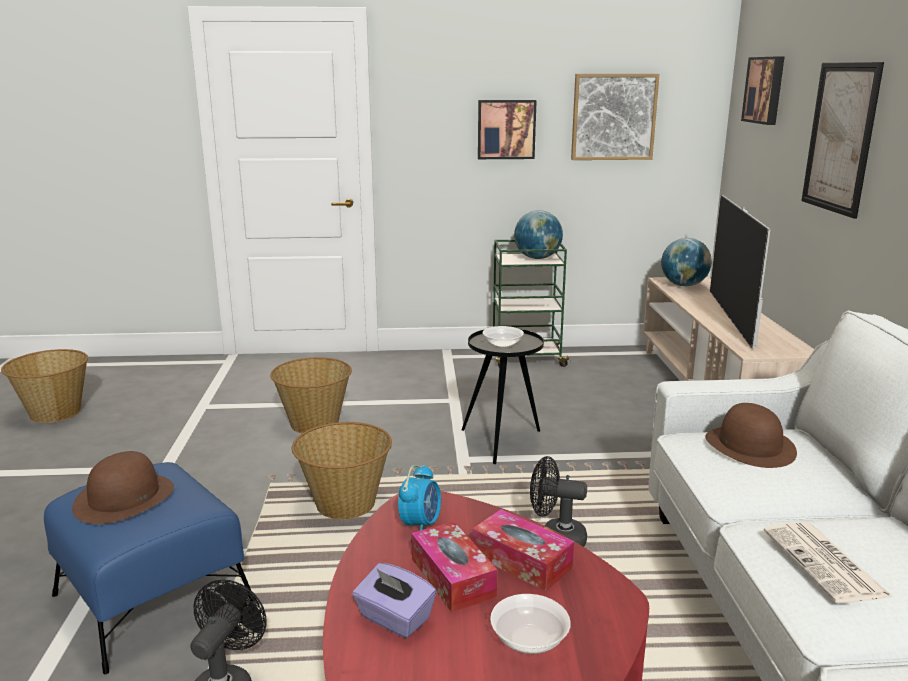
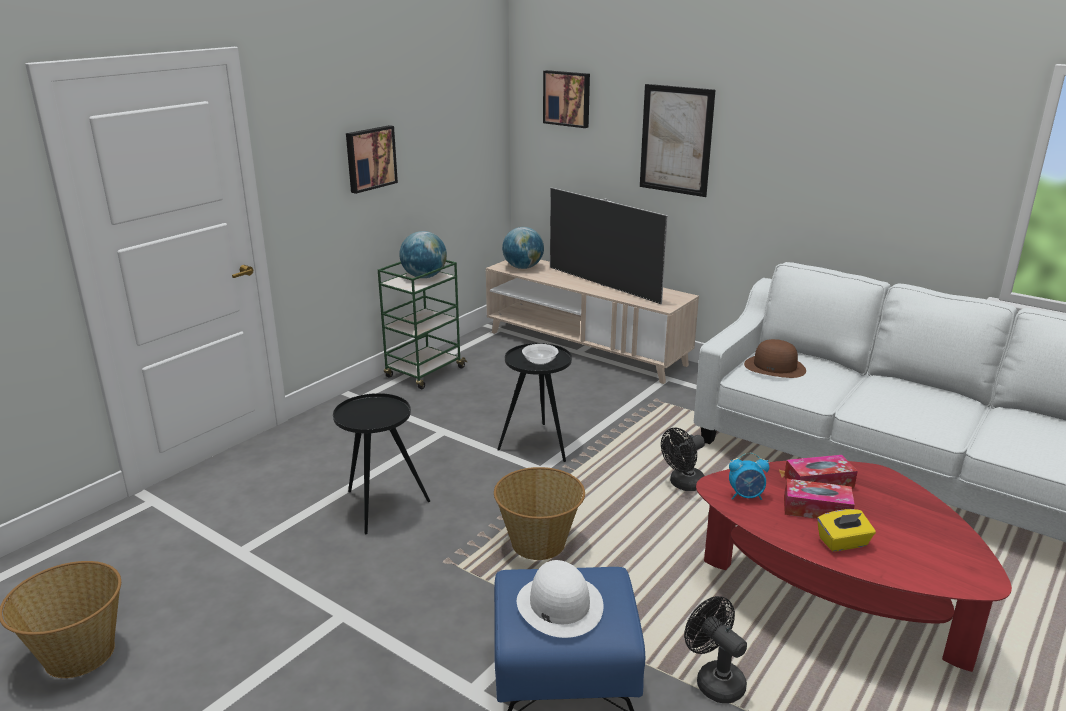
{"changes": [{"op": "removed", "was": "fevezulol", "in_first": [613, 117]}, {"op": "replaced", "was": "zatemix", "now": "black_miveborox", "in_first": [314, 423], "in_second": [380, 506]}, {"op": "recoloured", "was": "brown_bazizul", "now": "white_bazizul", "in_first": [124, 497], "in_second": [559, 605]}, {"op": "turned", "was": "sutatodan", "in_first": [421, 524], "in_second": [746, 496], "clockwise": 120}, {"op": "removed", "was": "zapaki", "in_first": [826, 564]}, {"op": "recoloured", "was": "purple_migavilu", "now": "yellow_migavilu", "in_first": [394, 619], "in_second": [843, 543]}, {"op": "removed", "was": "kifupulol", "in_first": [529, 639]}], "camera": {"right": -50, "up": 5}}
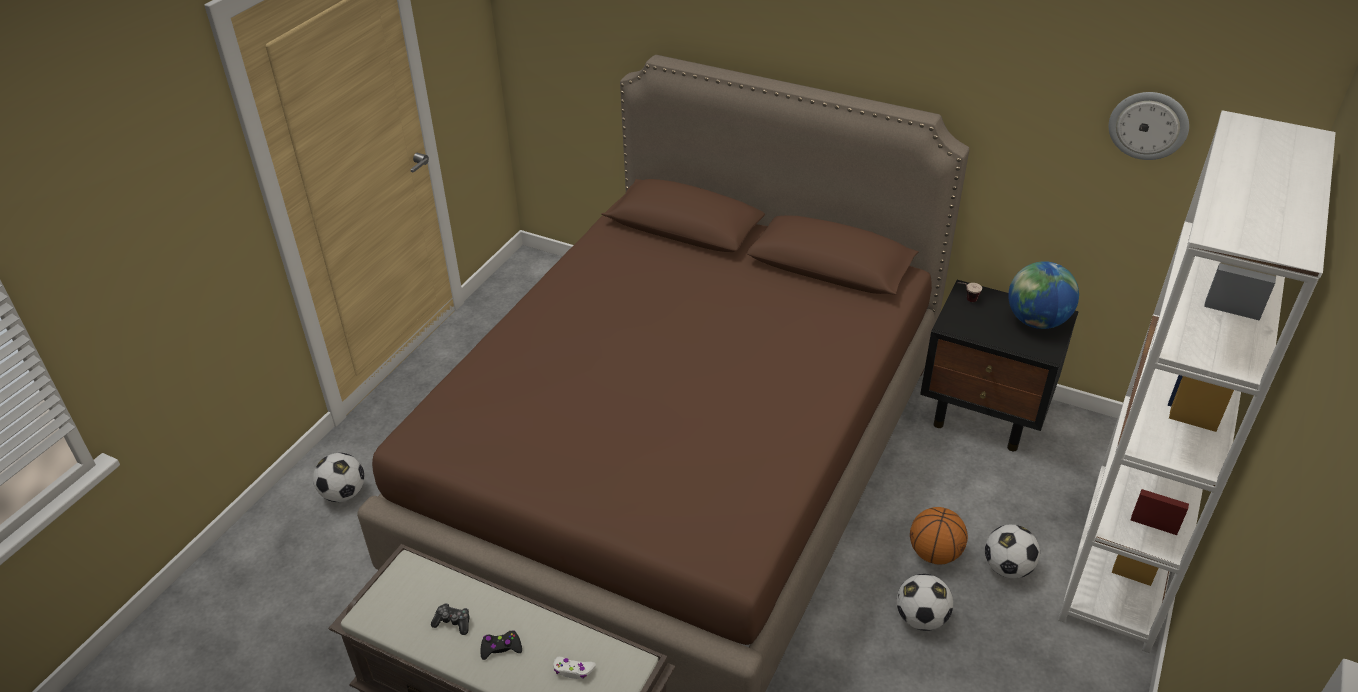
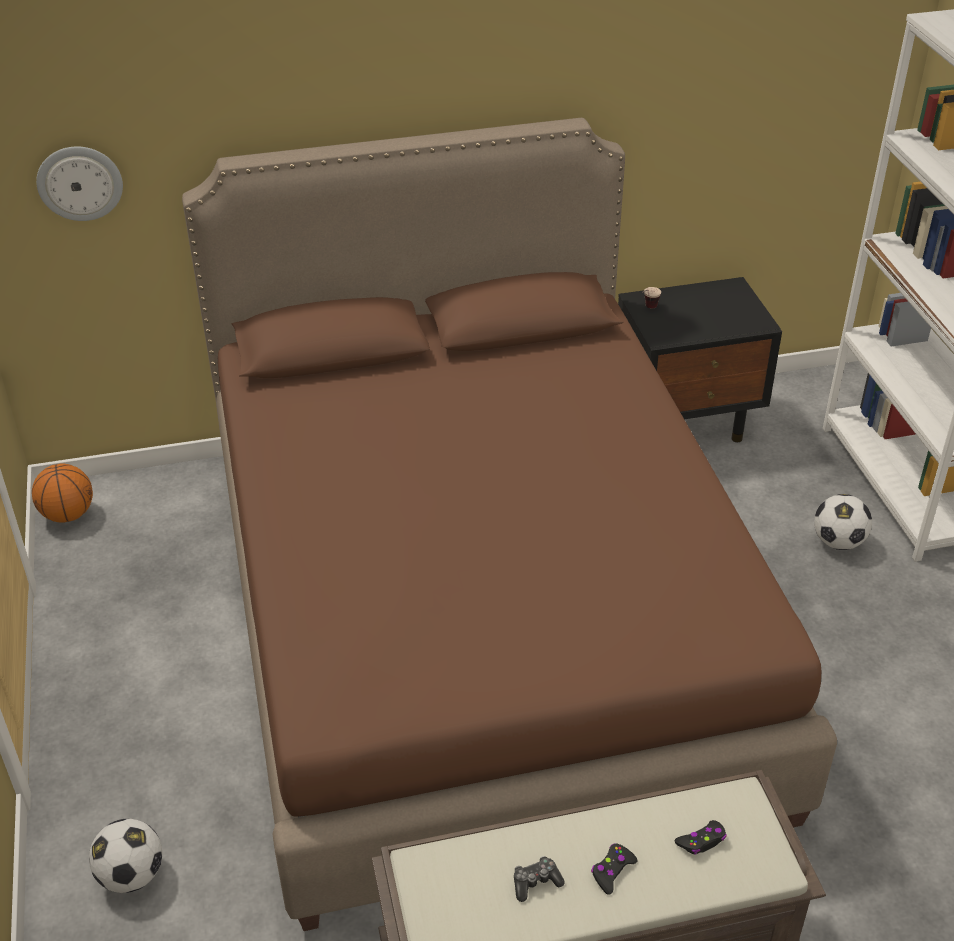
{"changes": [{"op": "moved", "was": "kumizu", "in_first": [1148, 125], "in_second": [80, 182]}, {"op": "removed", "was": "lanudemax", "in_first": [1036, 321]}, {"op": "moved", "was": "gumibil", "in_first": [934, 554], "in_second": [68, 515]}, {"op": "removed", "was": "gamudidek", "in_first": [921, 618]}, {"op": "recoloured", "was": "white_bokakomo", "now": "black_bokakomo", "in_first": [573, 670], "in_second": [702, 841]}], "camera": {"right": -40, "up": 0}}
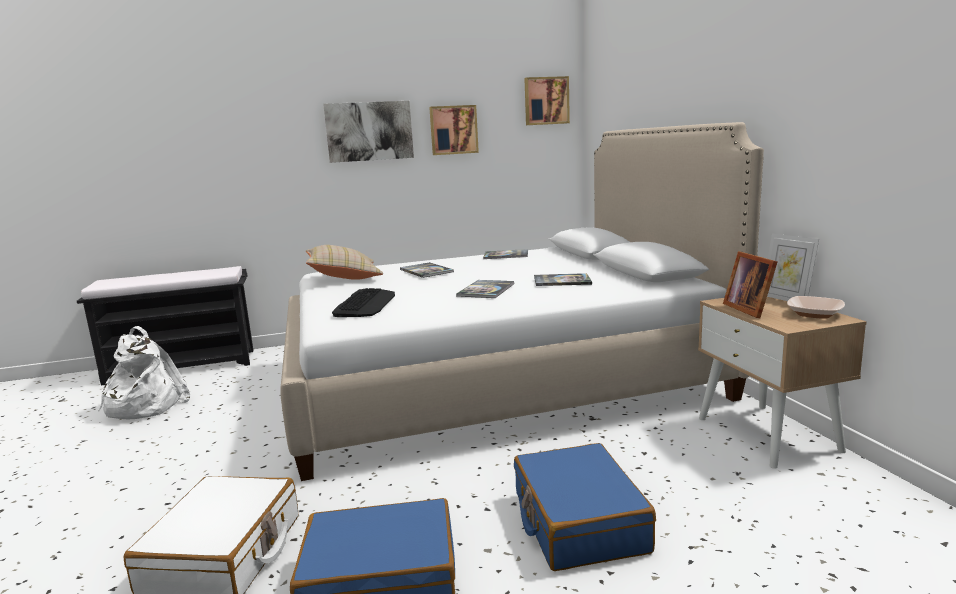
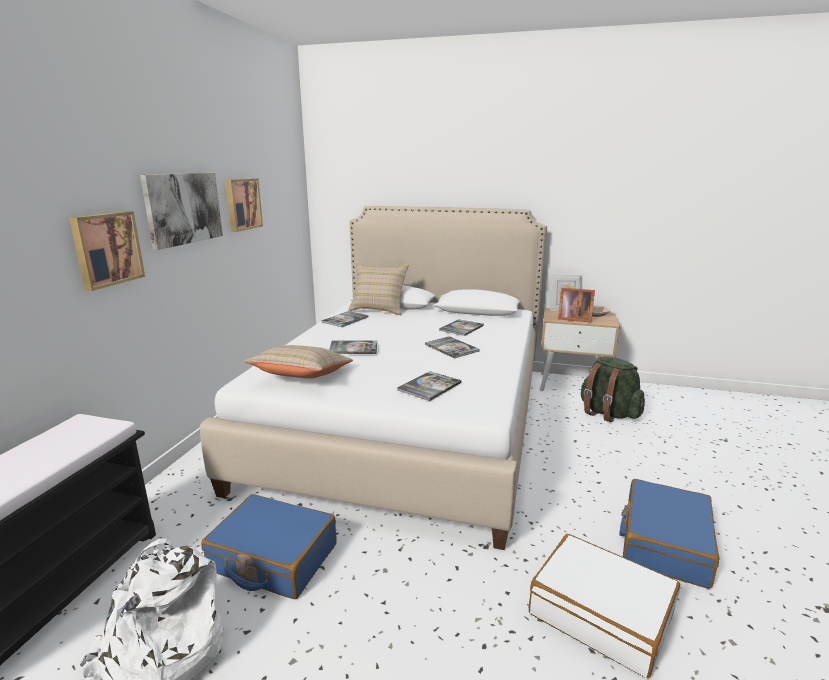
{"changes": [{"op": "moved", "was": "fevezulol", "in_first": [546, 101], "in_second": [106, 249]}, {"op": "replaced", "was": "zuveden", "now": "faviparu", "in_first": [366, 304], "in_second": [429, 386]}, {"op": "moved", "was": "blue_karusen", "in_first": [578, 522], "in_second": [273, 558]}, {"op": "added", "now": "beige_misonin", "in_second": [379, 309]}, {"op": "added", "now": "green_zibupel", "in_second": [608, 413]}], "camera": {"right": -60, "up": 5}}
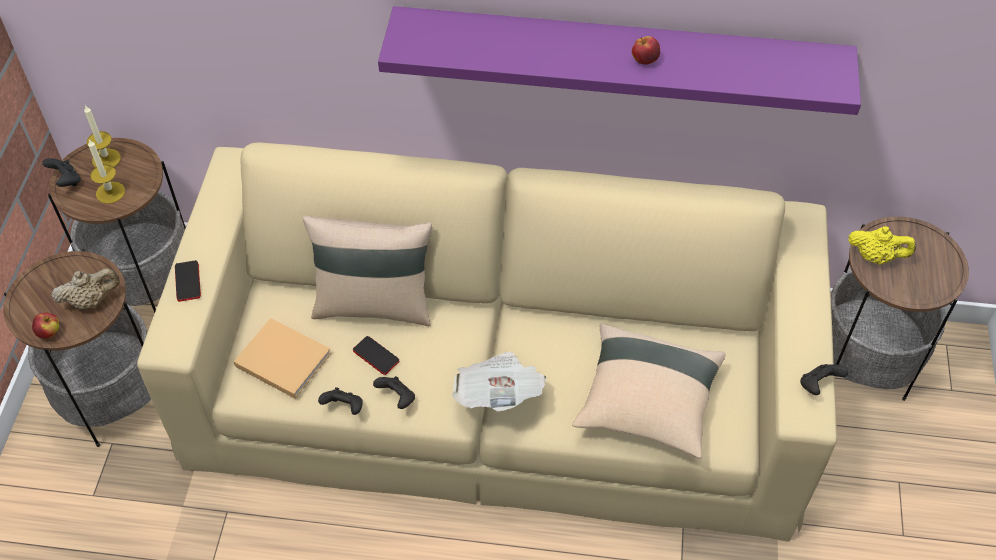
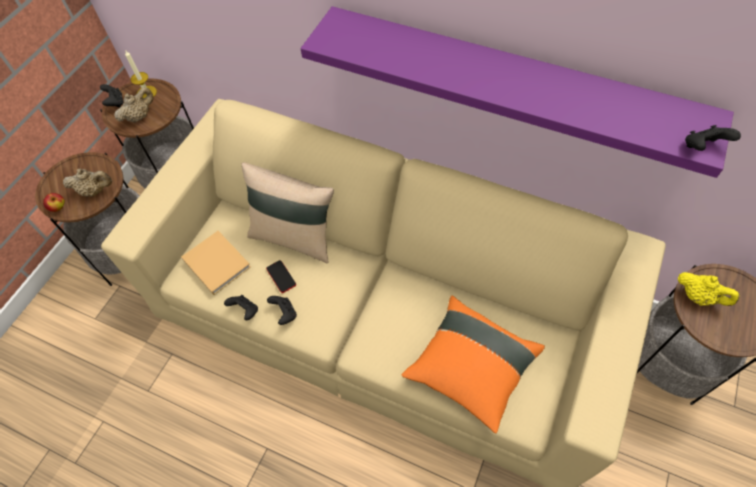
{"changes": [{"op": "removed", "was": "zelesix", "in_first": [644, 60]}, {"op": "replaced", "was": "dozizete", "now": "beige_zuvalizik", "in_first": [110, 192], "in_second": [139, 116]}, {"op": "removed", "was": "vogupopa", "in_first": [188, 281]}, {"op": "recoloured", "was": "beige_misonin", "now": "orange_misonin", "in_first": [647, 402], "in_second": [471, 368]}, {"op": "removed", "was": "zapaki", "in_first": [498, 394]}, {"op": "moved", "was": "black_bokakomo", "in_first": [818, 385], "in_second": [702, 148]}], "camera": {"right": 20, "up": 5}}
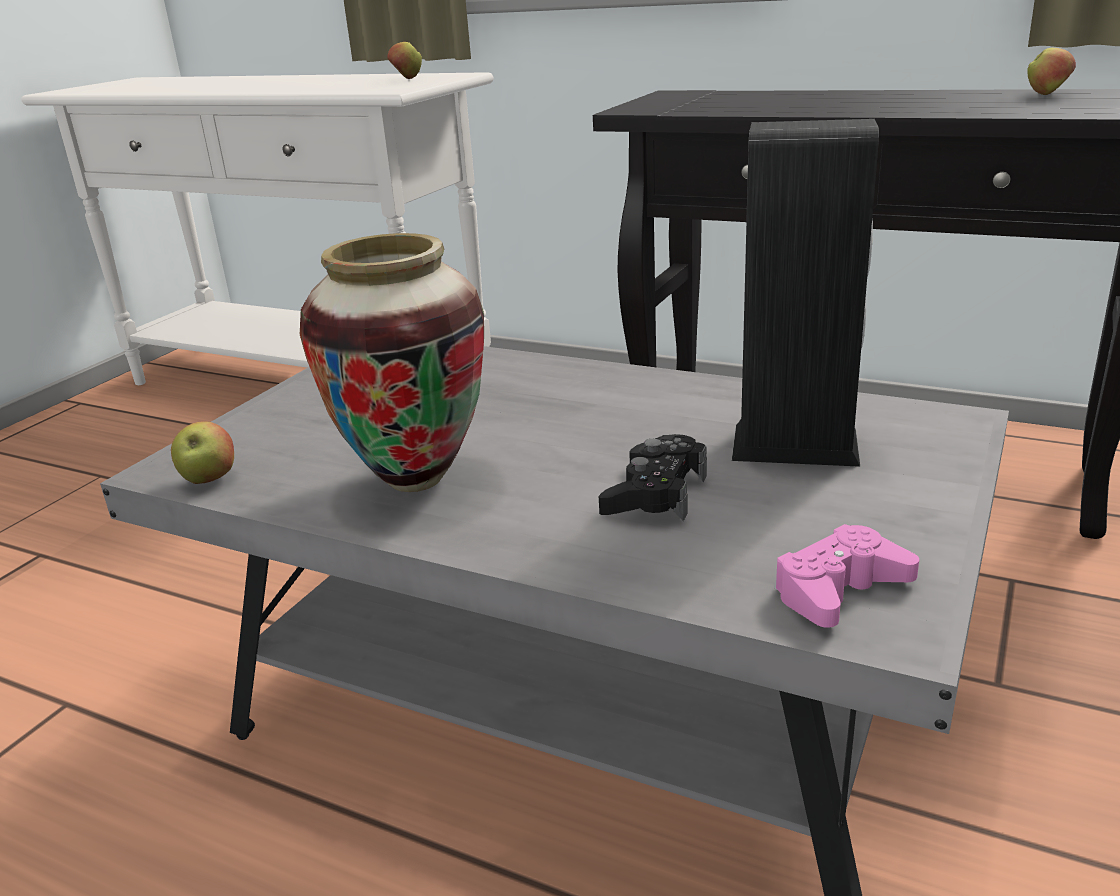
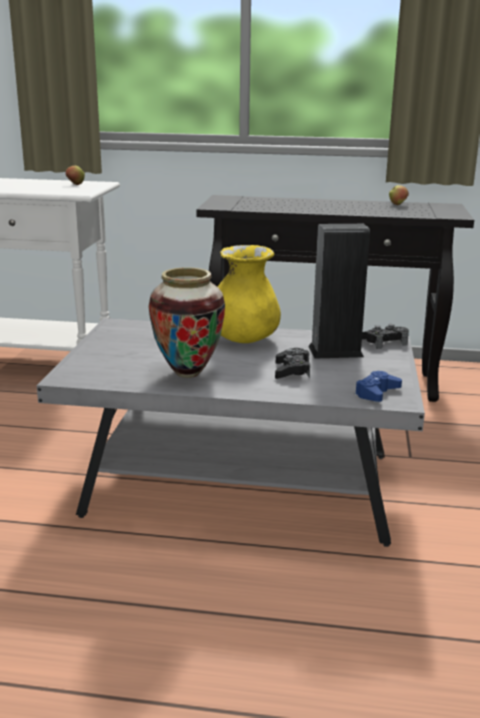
{"changes": [{"op": "removed", "was": "zelesix", "in_first": [209, 479]}, {"op": "recoloured", "was": "pink_bokakomo", "now": "blue_bokakomo", "in_first": [839, 589], "in_second": [376, 392]}, {"op": "added", "now": "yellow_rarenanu", "in_second": [244, 339]}, {"op": "added", "now": "black_bokakomo", "in_second": [384, 342]}], "camera": {"right": -20, "up": -5}}
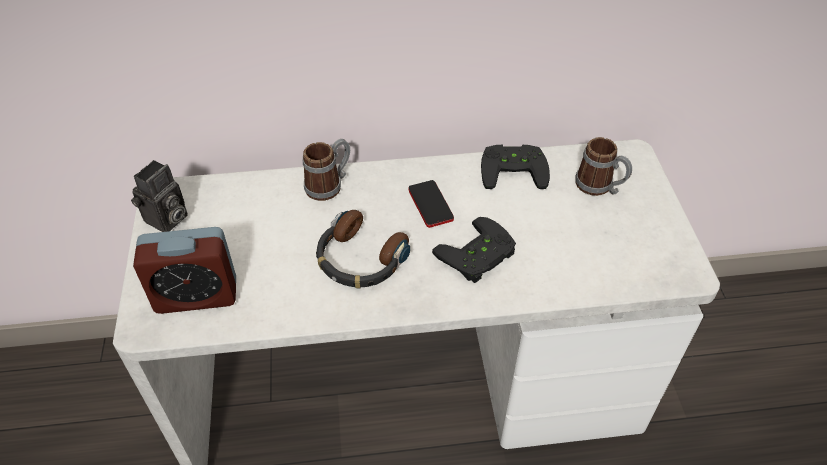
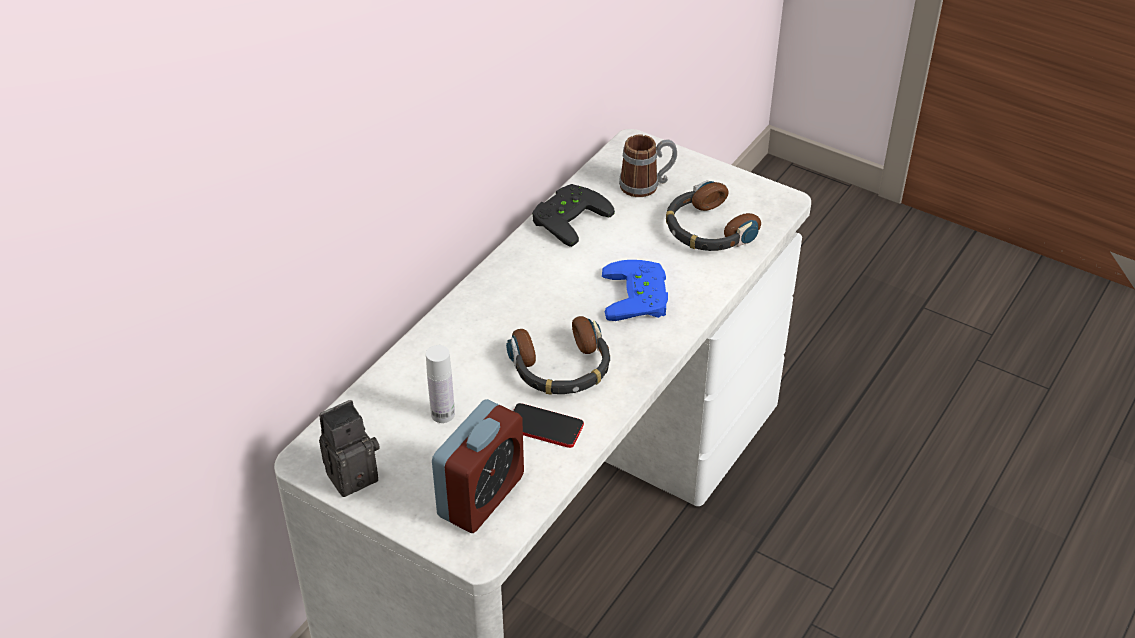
{"changes": [{"op": "removed", "was": "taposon", "in_first": [329, 185]}, {"op": "turned", "was": "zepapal", "in_first": [166, 220], "in_second": [353, 474], "clockwise": -105}, {"op": "moved", "was": "vogupopa", "in_first": [430, 204], "in_second": [544, 427]}, {"op": "recoloured", "was": "black_bokakomo", "now": "blue_bokakomo", "in_first": [479, 257], "in_second": [640, 296]}, {"op": "added", "now": "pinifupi", "in_second": [707, 229]}, {"op": "added", "now": "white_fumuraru", "in_second": [443, 414]}], "camera": {"right": -50, "up": -5}}
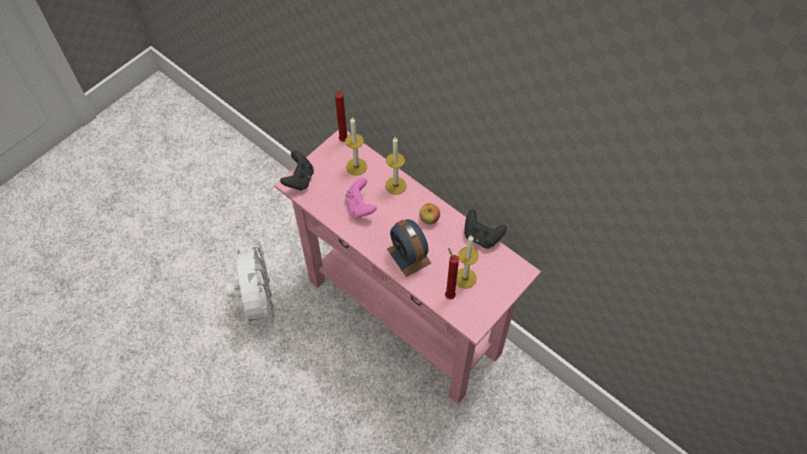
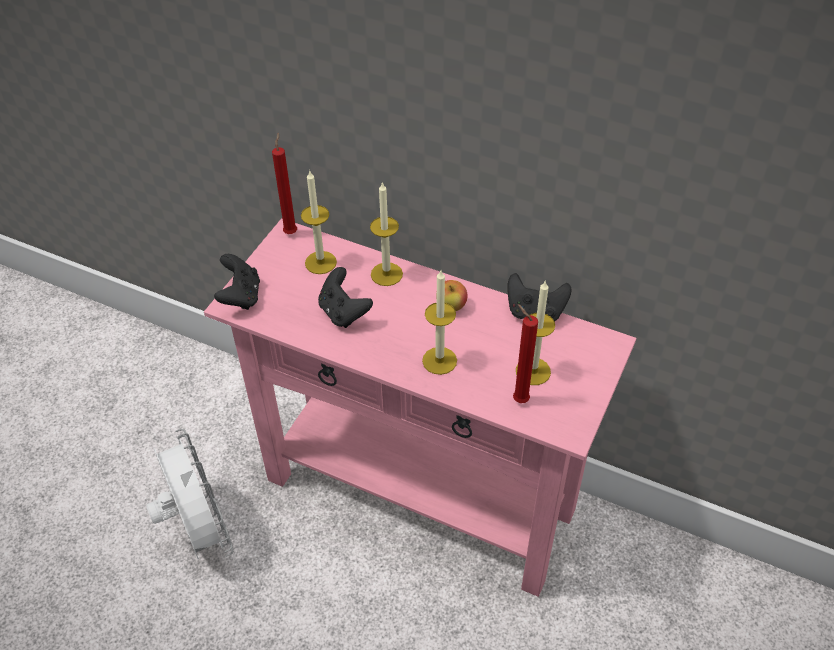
{"changes": [{"op": "recoloured", "was": "pink_bokakomo", "now": "black_bokakomo", "in_first": [360, 207], "in_second": [343, 312]}, {"op": "replaced", "was": "sutatodan", "now": "dozizete", "in_first": [409, 256], "in_second": [439, 360]}], "camera": {"right": -15, "up": -10}}
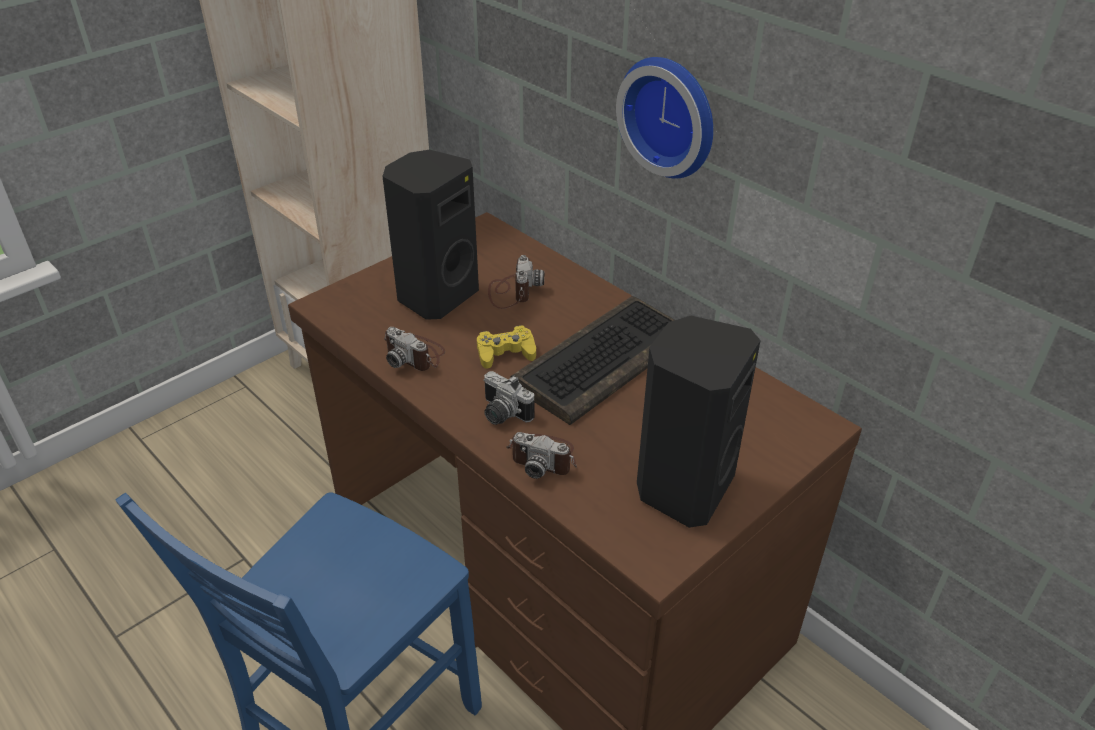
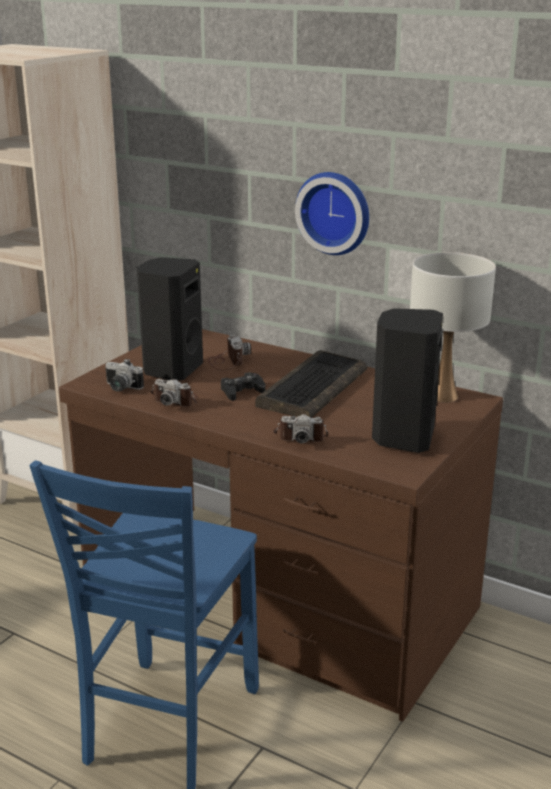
{"changes": [{"op": "recoloured", "was": "yellow_bokakomo", "now": "black_bokakomo", "in_first": [505, 353], "in_second": [242, 391]}, {"op": "moved", "was": "zepapal", "in_first": [501, 414], "in_second": [121, 388]}, {"op": "added", "now": "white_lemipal", "in_second": [443, 396]}], "camera": {"right": -15, "up": -15}}
